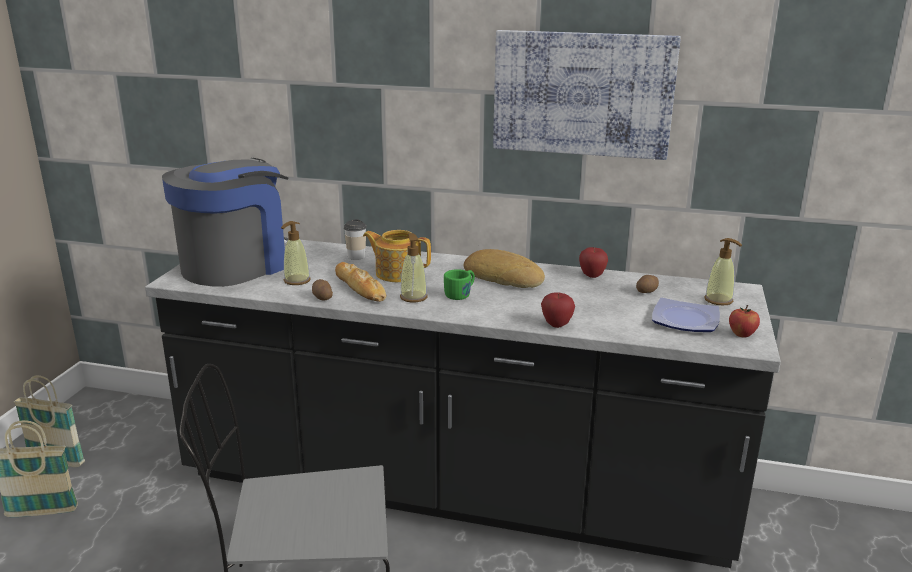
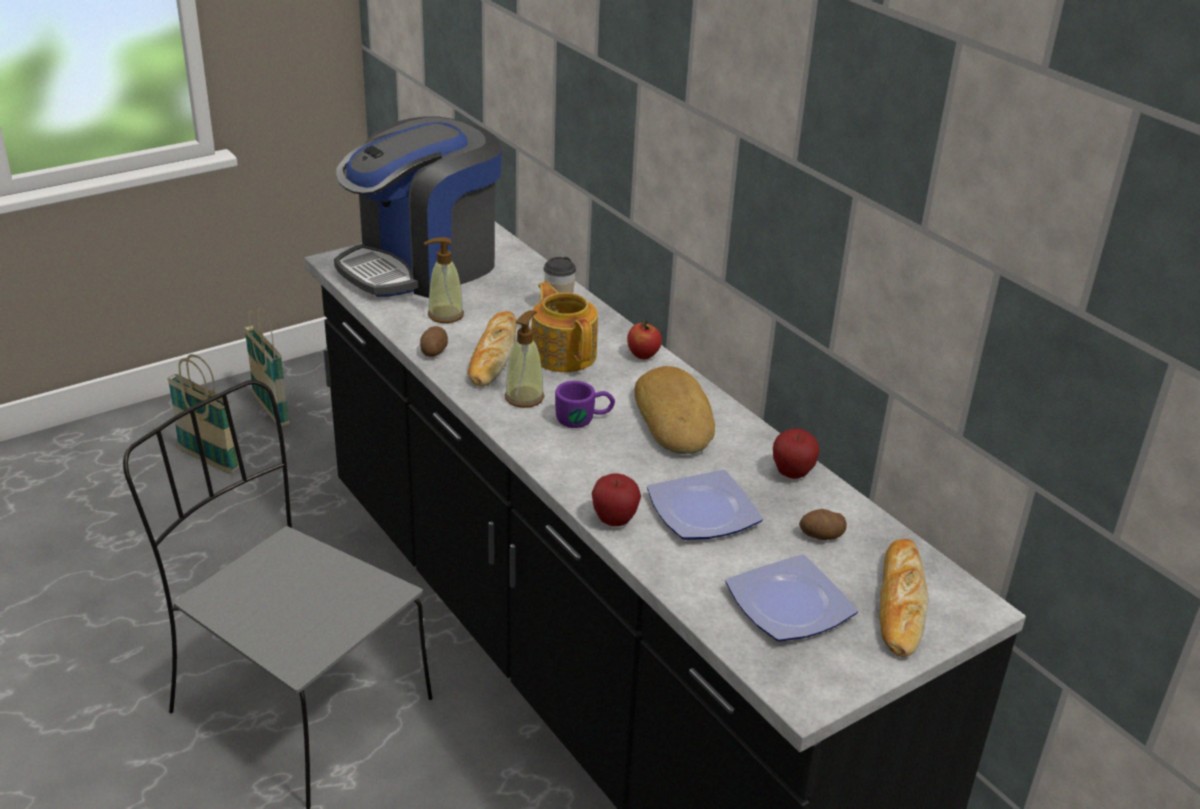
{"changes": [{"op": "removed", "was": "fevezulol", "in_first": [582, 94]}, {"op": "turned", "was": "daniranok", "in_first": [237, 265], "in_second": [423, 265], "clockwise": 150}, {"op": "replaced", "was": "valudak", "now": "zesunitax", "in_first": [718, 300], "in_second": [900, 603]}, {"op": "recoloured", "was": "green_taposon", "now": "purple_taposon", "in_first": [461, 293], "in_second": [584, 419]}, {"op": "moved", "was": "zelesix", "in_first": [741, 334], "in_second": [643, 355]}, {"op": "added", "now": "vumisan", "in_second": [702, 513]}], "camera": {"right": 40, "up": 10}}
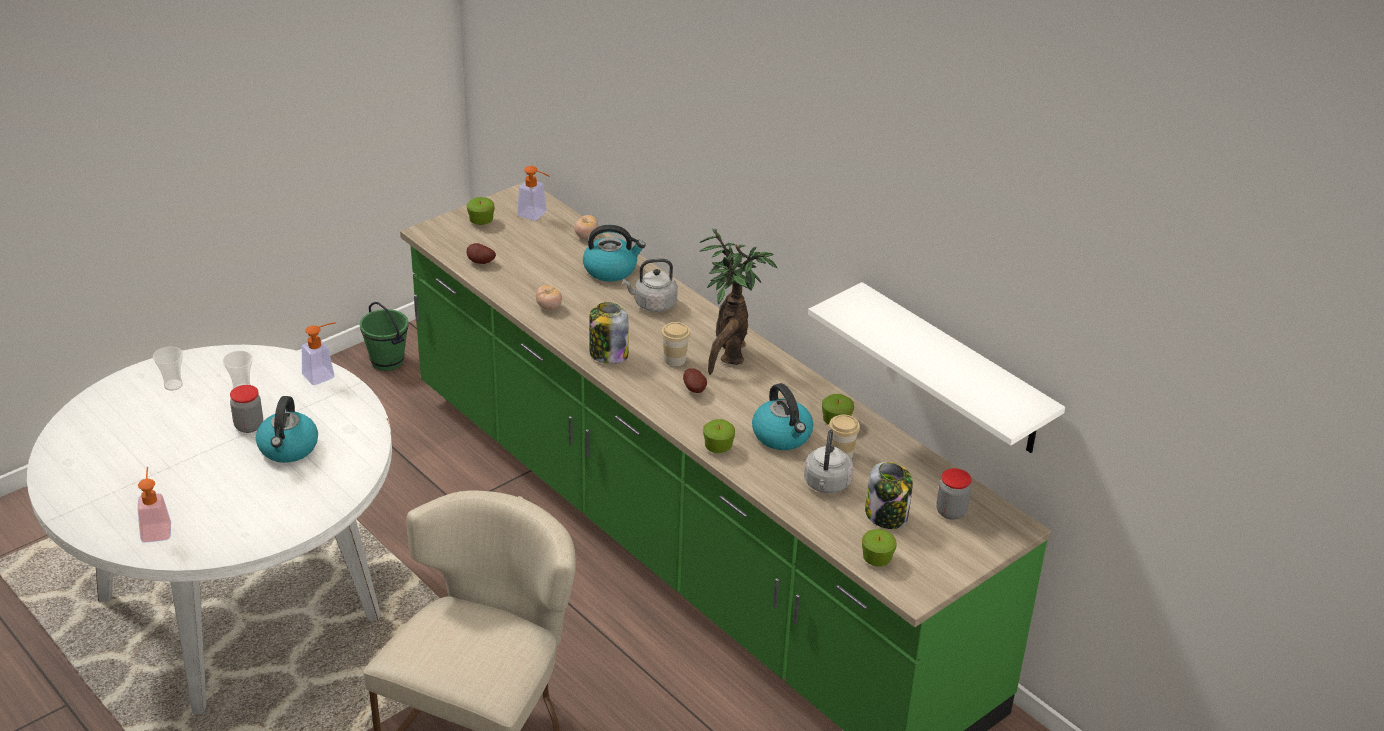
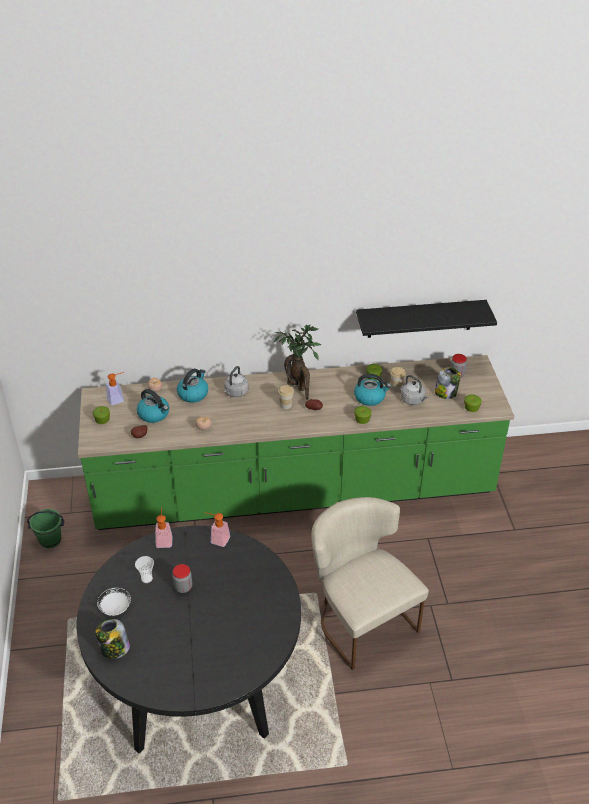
{"changes": [{"op": "recoloured", "was": "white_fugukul", "now": "black_fugukul", "in_first": [954, 370], "in_second": [420, 318]}, {"op": "moved", "was": "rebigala", "in_first": [608, 354], "in_second": [114, 649]}, {"op": "recoloured", "was": "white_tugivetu", "now": "black_tugivetu", "in_first": [239, 608], "in_second": [198, 687]}, {"op": "replaced", "was": "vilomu", "now": "white_vumisan", "in_first": [173, 385], "in_second": [115, 607]}, {"op": "moved", "was": "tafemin", "in_first": [288, 448], "in_second": [154, 414]}, {"op": "moved", "was": "valudak", "in_first": [156, 528], "in_second": [217, 539]}], "camera": {"right": -55, "up": 5}}
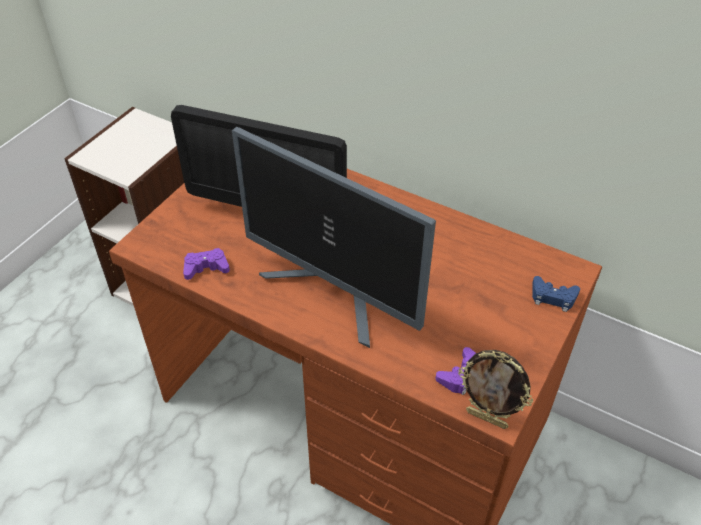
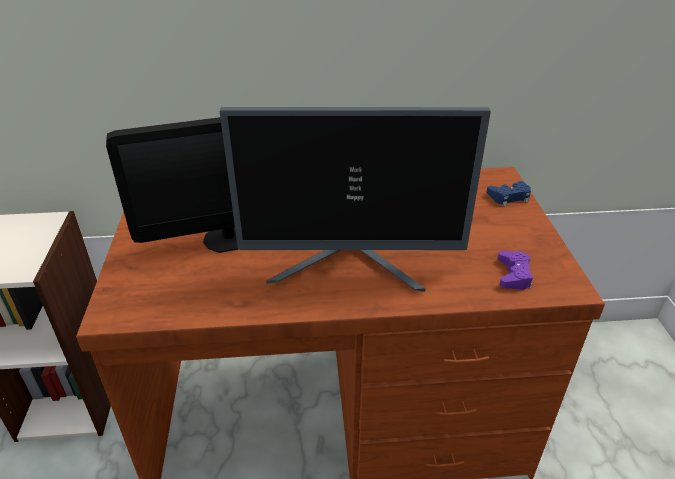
{"changes": [{"op": "removed", "was": "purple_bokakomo", "in_first": [206, 268]}, {"op": "removed", "was": "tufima", "in_first": [487, 418]}], "camera": {"right": -35, "up": -10}}
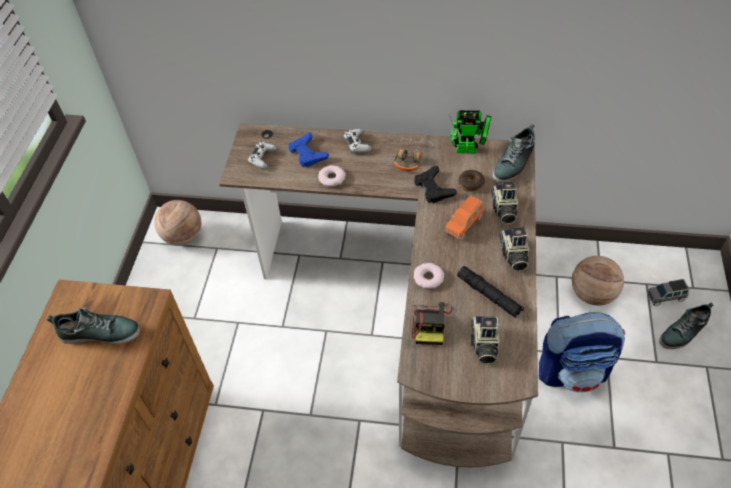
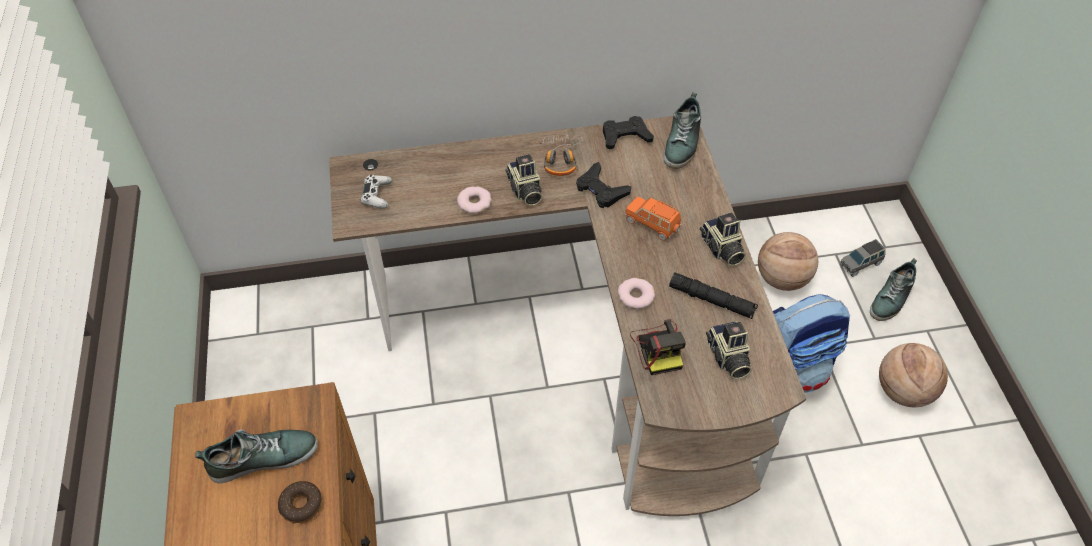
{"changes": [{"op": "replaced", "was": "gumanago", "now": "black_bokakomo", "in_first": [469, 150], "in_second": [625, 136]}, {"op": "removed", "was": "white_bokakomo", "in_first": [357, 144]}, {"op": "removed", "was": "blue_bokakomo", "in_first": [307, 153]}, {"op": "moved", "was": "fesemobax", "in_first": [471, 183], "in_second": [301, 505]}, {"op": "moved", "was": "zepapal", "in_first": [503, 210], "in_second": [524, 191]}, {"op": "turned", "was": "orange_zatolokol", "in_first": [464, 224], "in_second": [652, 225], "clockwise": 105}, {"op": "moved", "was": "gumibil", "in_first": [183, 236], "in_second": [903, 391]}], "camera": {"right": -20, "up": 0}}
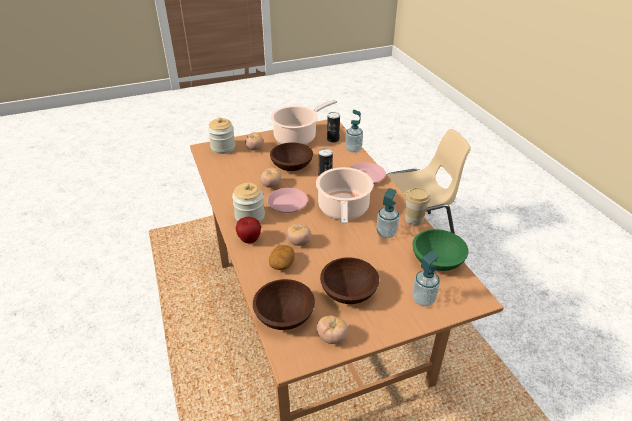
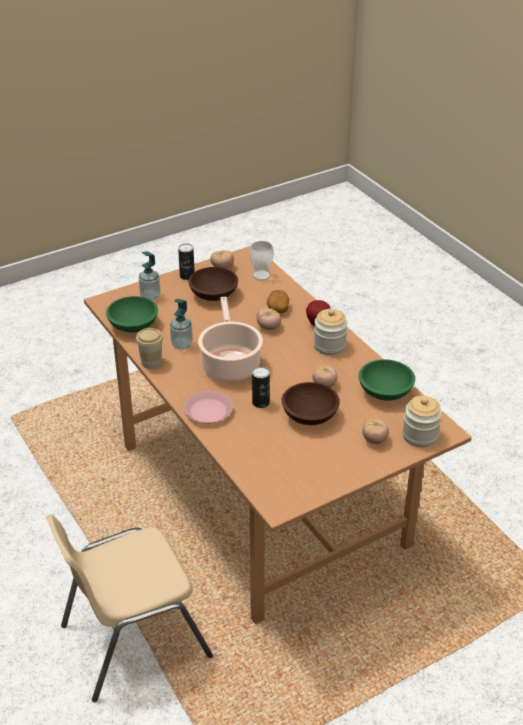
{"changes": [{"op": "removed", "was": "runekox", "in_first": [297, 137]}, {"op": "removed", "was": "valudak", "in_first": [353, 149]}, {"op": "moved", "was": "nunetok", "in_first": [333, 139], "in_second": [187, 276]}, {"op": "removed", "was": "pink_vumisan", "in_first": [287, 203]}, {"op": "replaced", "was": "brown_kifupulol", "now": "vilomu", "in_first": [285, 315], "in_second": [261, 275]}, {"op": "added", "now": "green_kifupulol", "in_second": [385, 392]}], "camera": {"right": 170, "up": 0}}
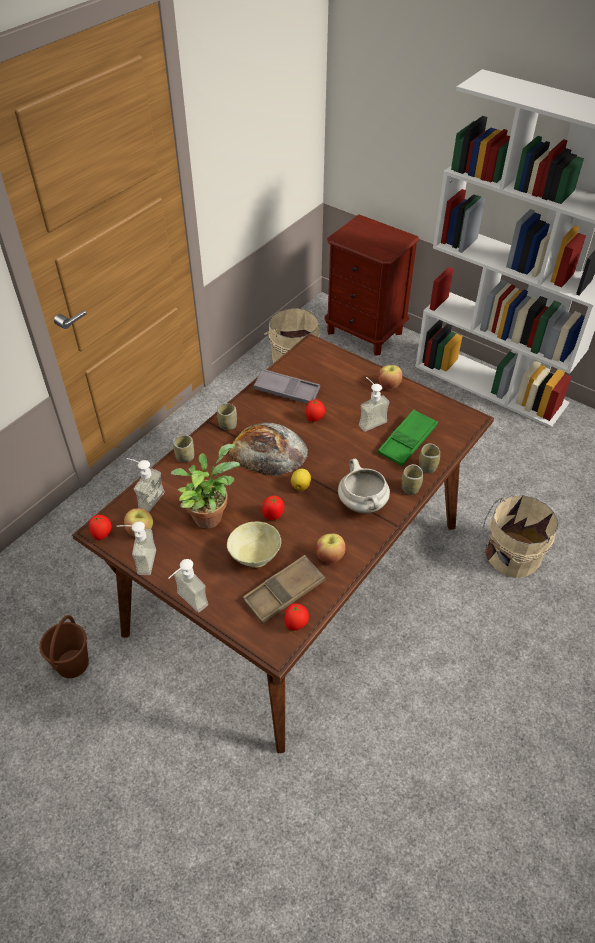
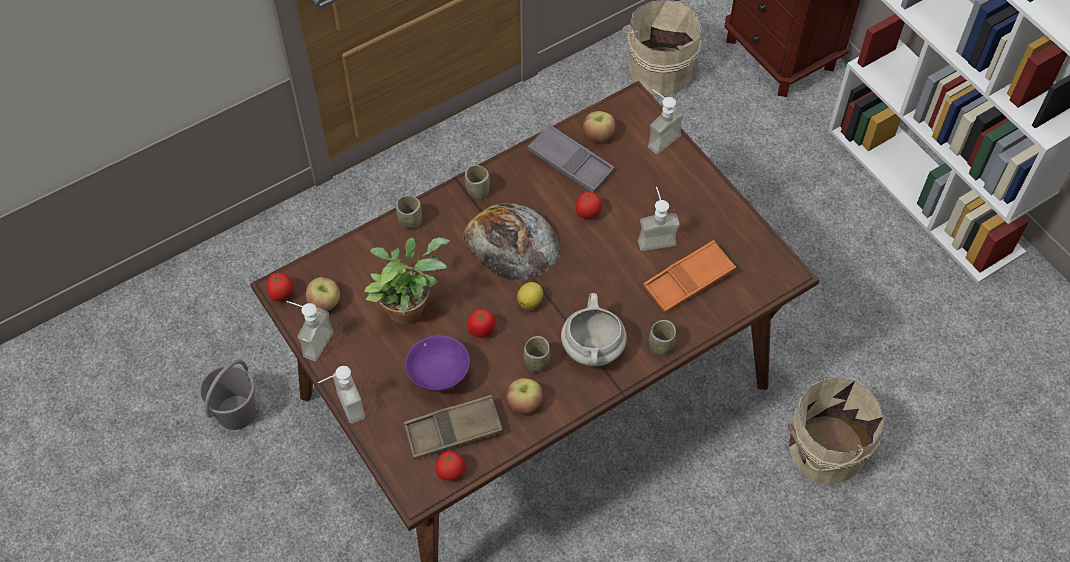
{"changes": [{"op": "moved", "was": "zelesix", "in_first": [389, 385], "in_second": [598, 135]}, {"op": "recoloured", "was": "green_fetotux", "now": "orange_fetotux", "in_first": [407, 441], "in_second": [688, 280]}, {"op": "moved", "was": "vilomu", "in_first": [427, 467], "in_second": [536, 362]}, {"op": "moved", "was": "valudak", "in_first": [146, 498], "in_second": [658, 137]}, {"op": "recoloured", "was": "beige_kifupulol", "now": "purple_kifupulol", "in_first": [255, 555], "in_second": [439, 375]}, {"op": "recoloured", "was": "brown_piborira", "now": "grey_piborira", "in_first": [73, 663], "in_second": [236, 412]}], "camera": {"right": 20, "up": 10}}
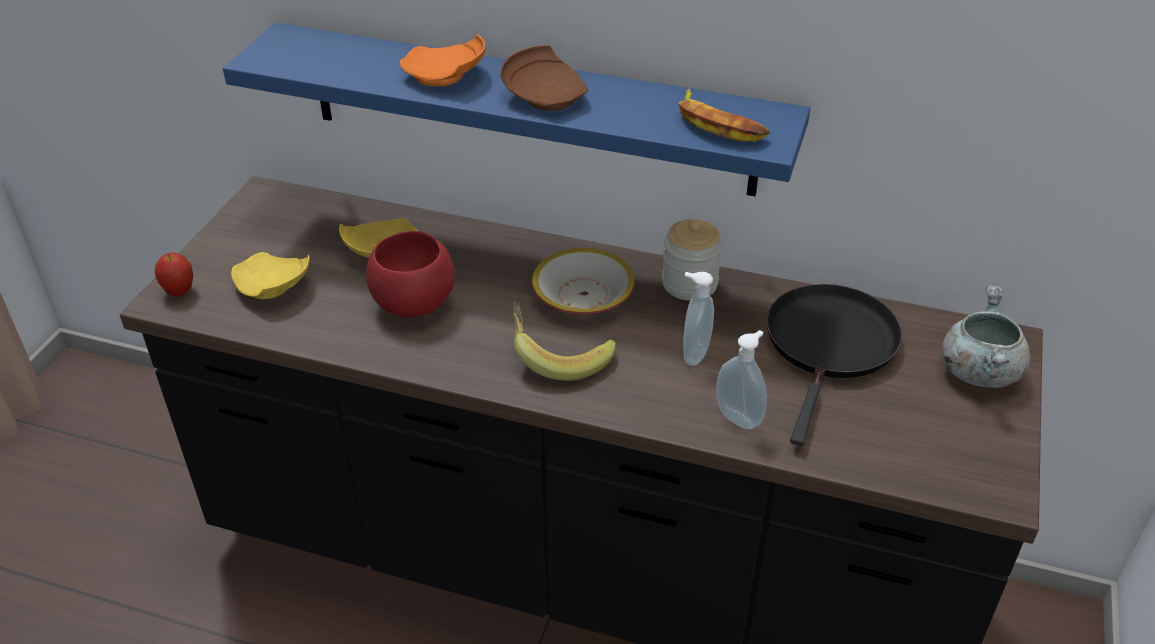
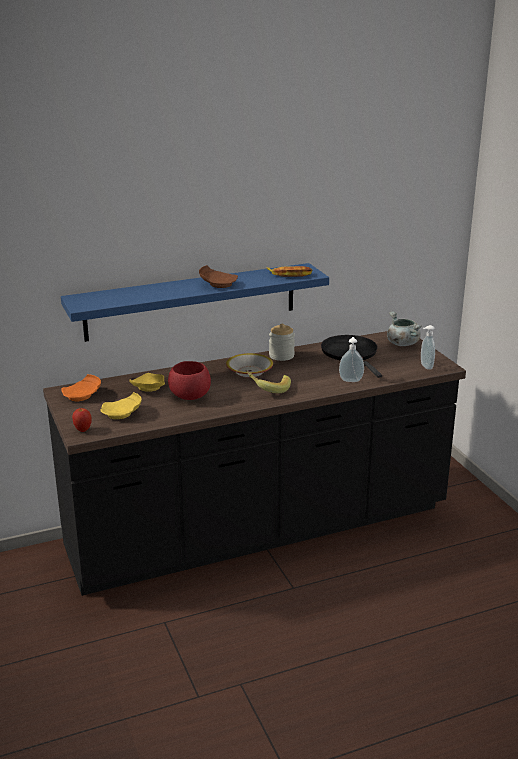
{"changes": [{"op": "moved", "was": "orange_vumisan", "in_first": [445, 77], "in_second": [83, 396]}, {"op": "moved", "was": "valudak", "in_first": [693, 354], "in_second": [425, 366]}], "camera": {"right": -40, "up": -15}}
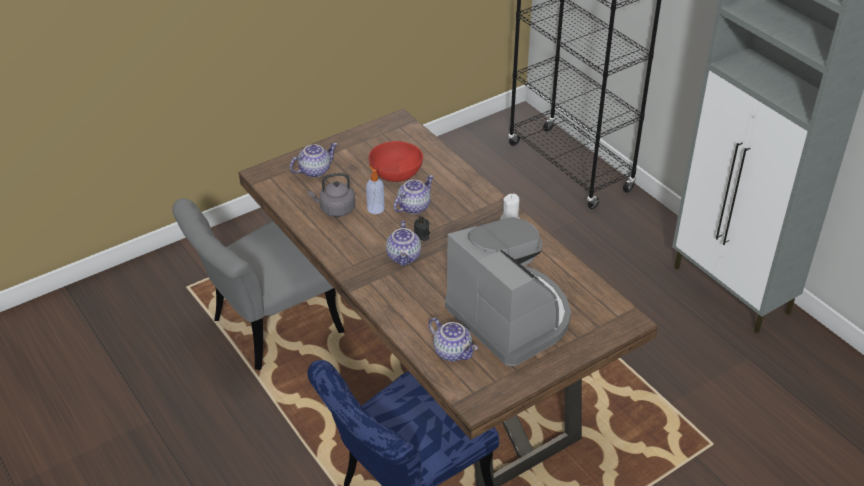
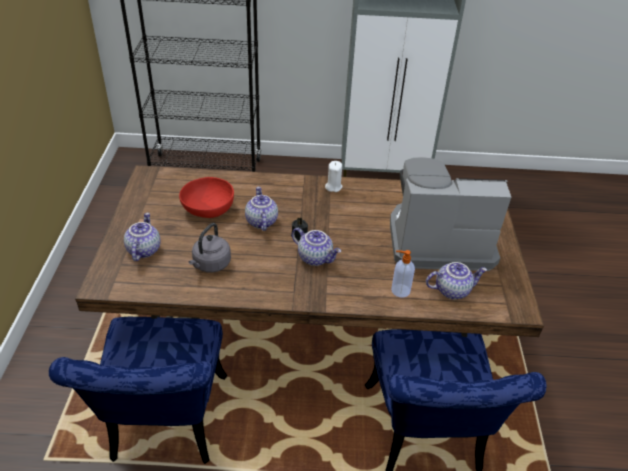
{"changes": [{"op": "moved", "was": "valudak", "in_first": [375, 208], "in_second": [399, 290]}, {"op": "recoloured", "was": "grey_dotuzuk", "now": "blue_dotuzuk", "in_first": [266, 328], "in_second": [165, 427]}], "camera": {"right": -55, "up": 0}}
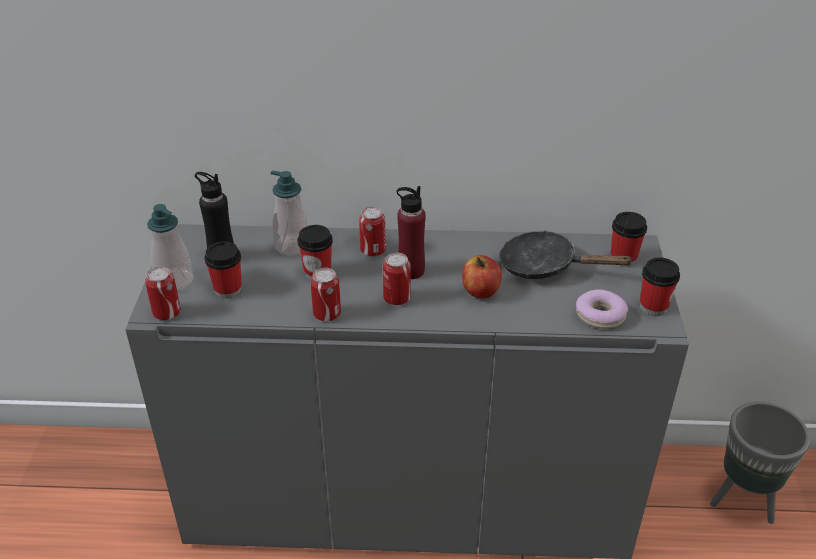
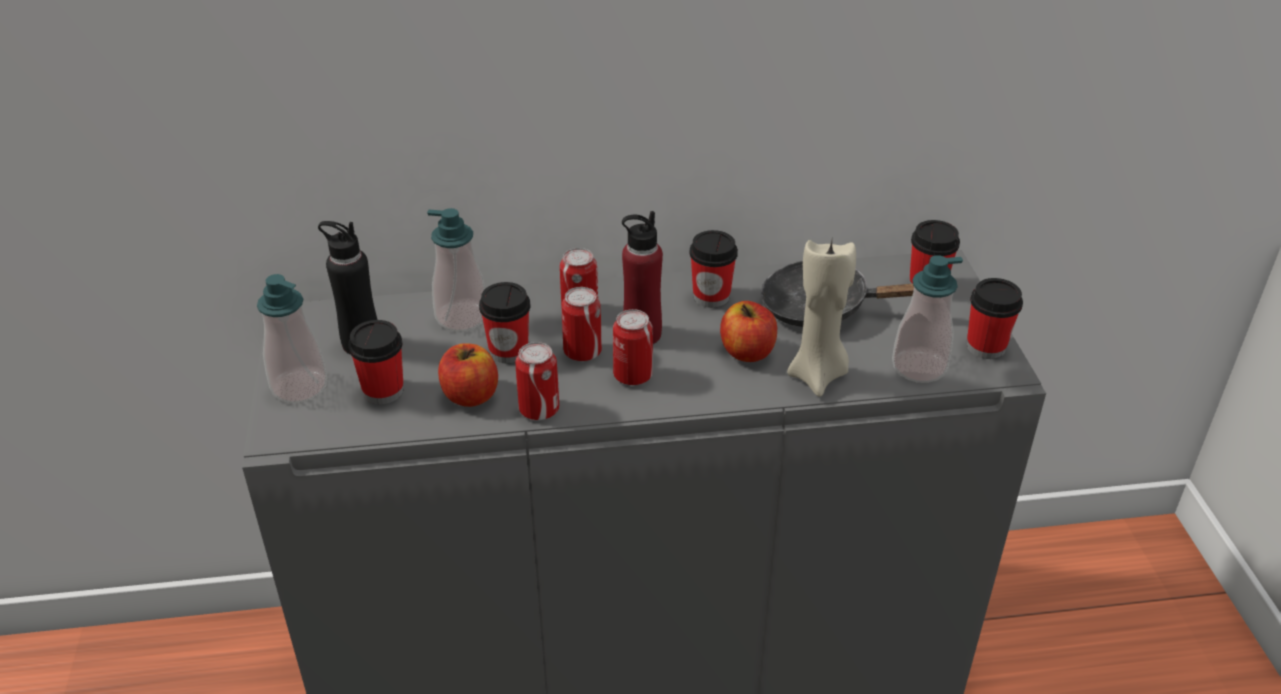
{"changes": [{"op": "moved", "was": "nunetok", "in_first": [167, 313], "in_second": [582, 352]}, {"op": "replaced", "was": "fesemobax", "now": "valudak", "in_first": [600, 315], "in_second": [919, 367]}, {"op": "removed", "was": "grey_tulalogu", "in_first": [742, 500]}, {"op": "added", "now": "vilomu", "in_second": [711, 296]}, {"op": "added", "now": "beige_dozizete", "in_second": [818, 375]}, {"op": "added", "now": "zelesix", "in_second": [470, 395]}], "camera": {"right": -10, "up": 0}}
